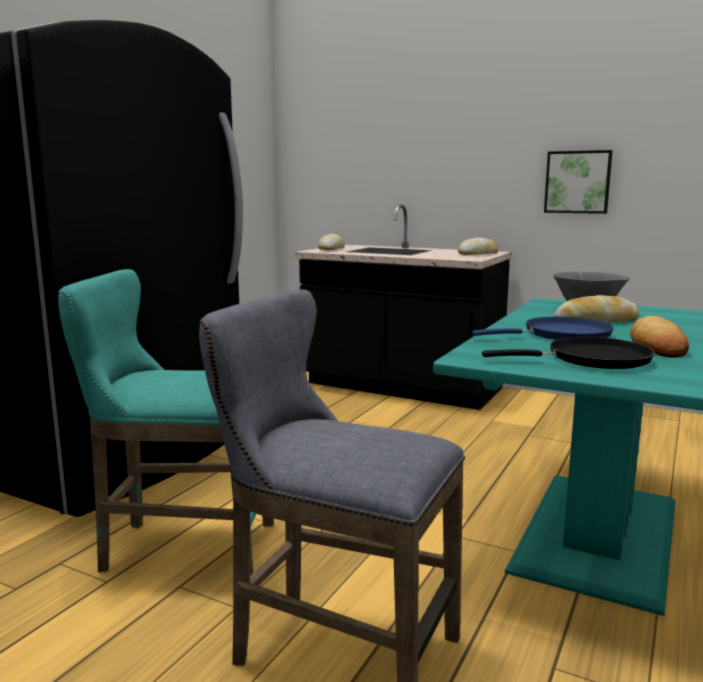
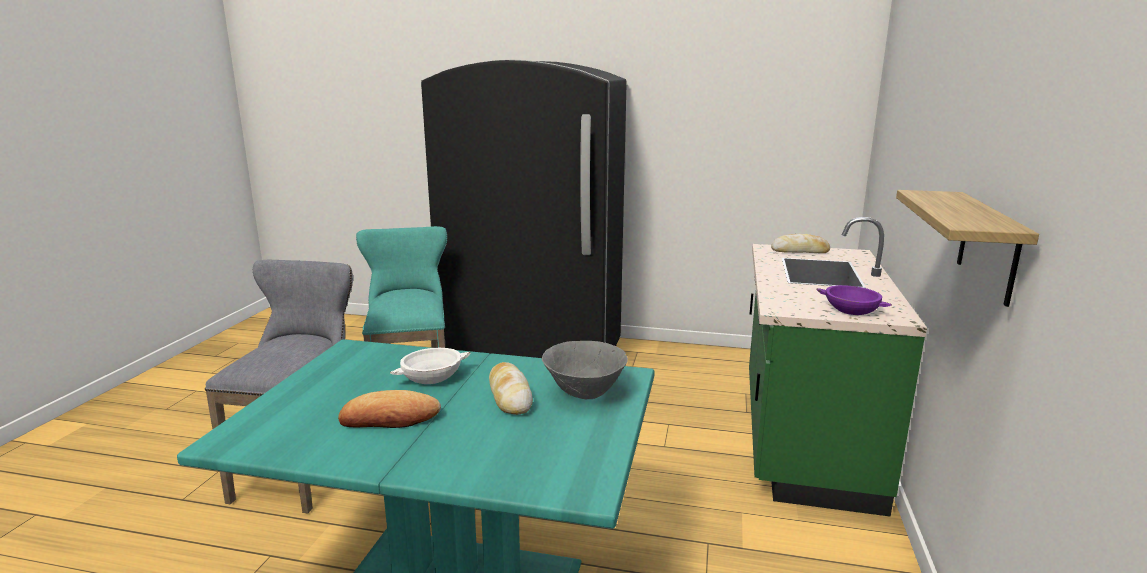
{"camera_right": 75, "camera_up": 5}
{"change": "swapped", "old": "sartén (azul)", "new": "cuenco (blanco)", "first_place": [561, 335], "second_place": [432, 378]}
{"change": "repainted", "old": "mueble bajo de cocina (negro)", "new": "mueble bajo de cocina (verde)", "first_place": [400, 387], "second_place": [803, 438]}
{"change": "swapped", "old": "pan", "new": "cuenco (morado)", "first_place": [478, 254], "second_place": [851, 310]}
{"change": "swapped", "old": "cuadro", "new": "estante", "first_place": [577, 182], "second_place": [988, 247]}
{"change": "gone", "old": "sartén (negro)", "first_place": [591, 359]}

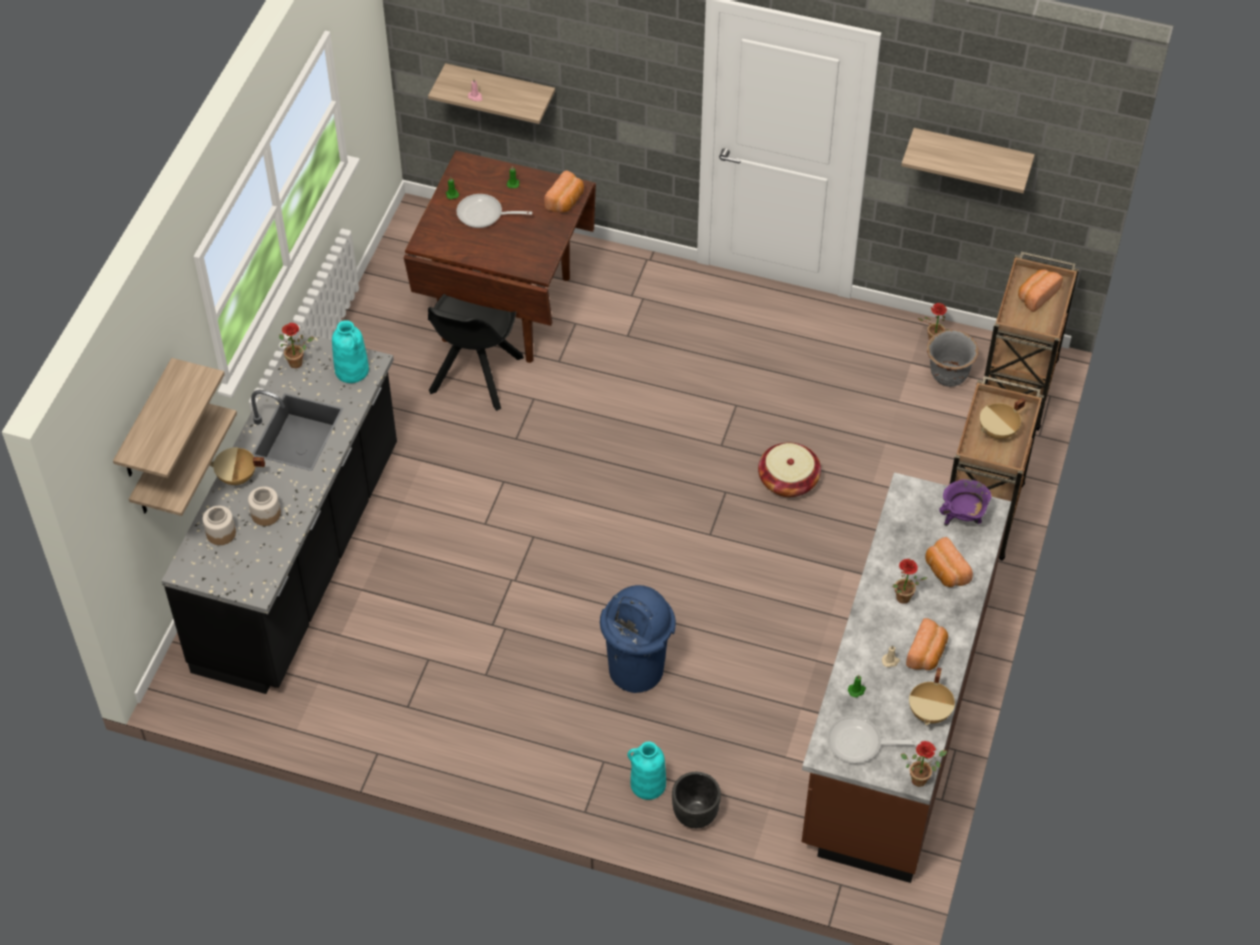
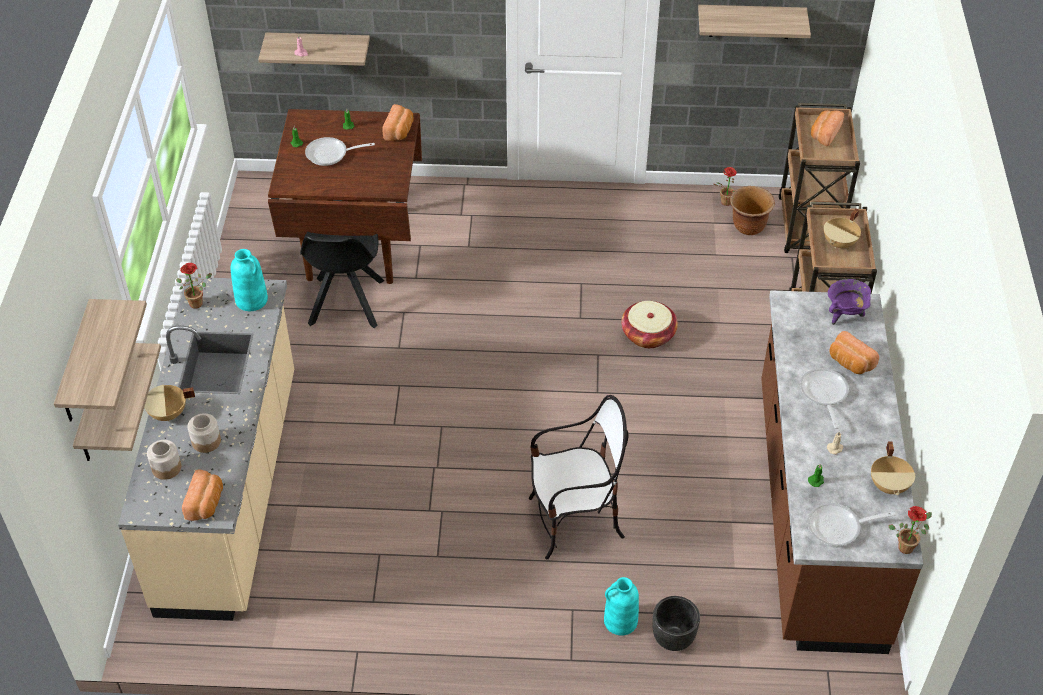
{"camera_right": -15, "camera_up": -5}
{"change": "repainted", "old": "mueble bajo de cocina (negro)", "new": "mueble bajo de cocina (beis)", "first_place": [300, 560], "second_place": [232, 491]}
{"change": "shifted", "old": "pan", "first_place": [927, 653], "second_place": [206, 503]}
{"change": "swapped", "old": "papelera (azul)", "new": "silla", "first_place": [637, 670], "second_place": [574, 521]}
{"change": "repainted", "old": "maceta (gris)", "new": "maceta (marrón)", "first_place": [948, 376], "second_place": [748, 227]}
{"change": "swapped", "old": "planta en maceta", "new": "sartén", "first_place": [903, 600], "second_place": [823, 394]}

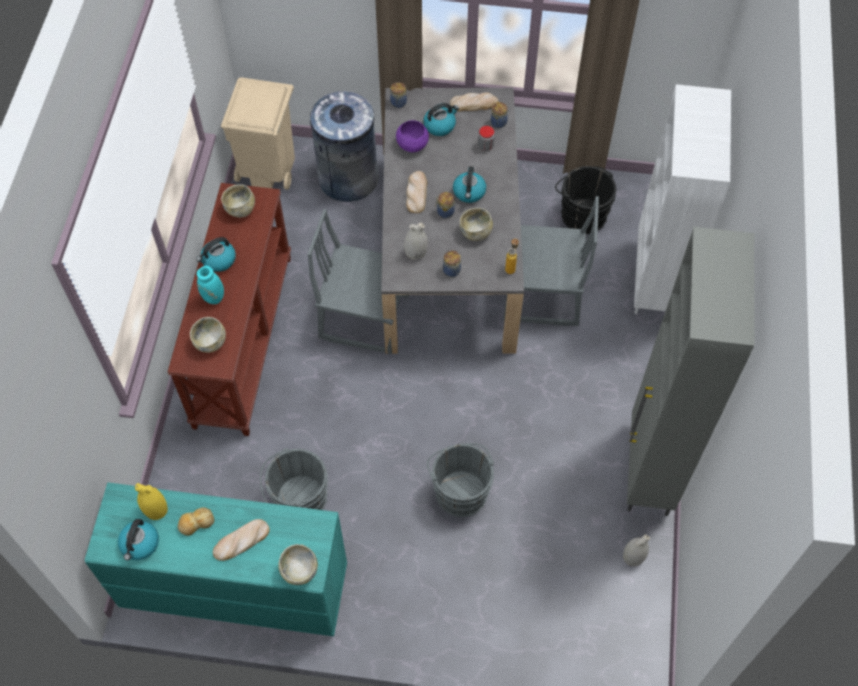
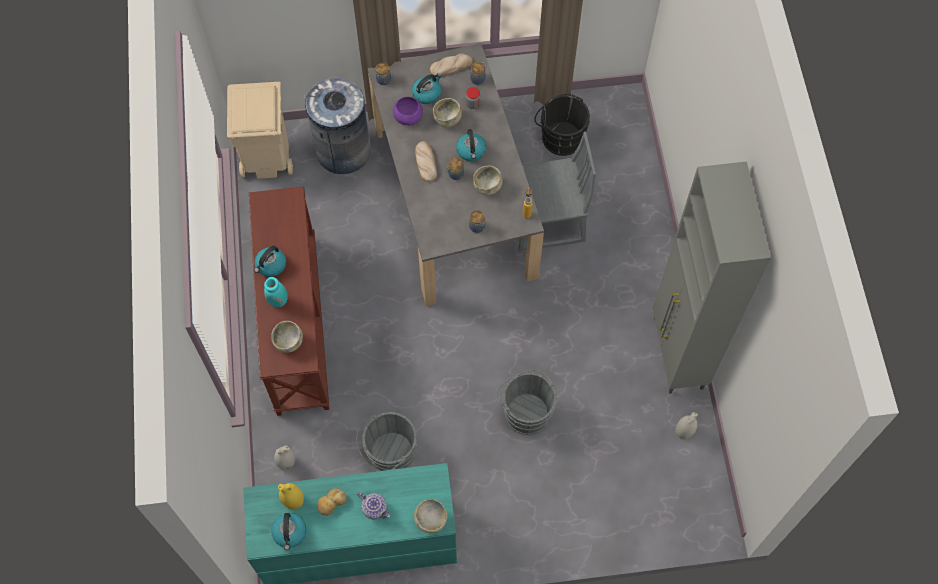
{"camera_right": -15, "camera_up": 5}
{"change": "shifted", "old": "florero (blanco)", "first_place": [416, 253], "second_place": [286, 462]}
{"change": "swapped", "old": "pan", "new": "tetera", "first_place": [241, 541], "second_place": [374, 508]}
{"change": "shifted", "old": "cuenco (beis)", "first_place": [240, 209], "second_place": [447, 119]}
{"change": "gone", "old": "silla (gris)", "first_place": [364, 316]}
{"change": "gone", "old": "estantería (blanco)", "first_place": [657, 282]}

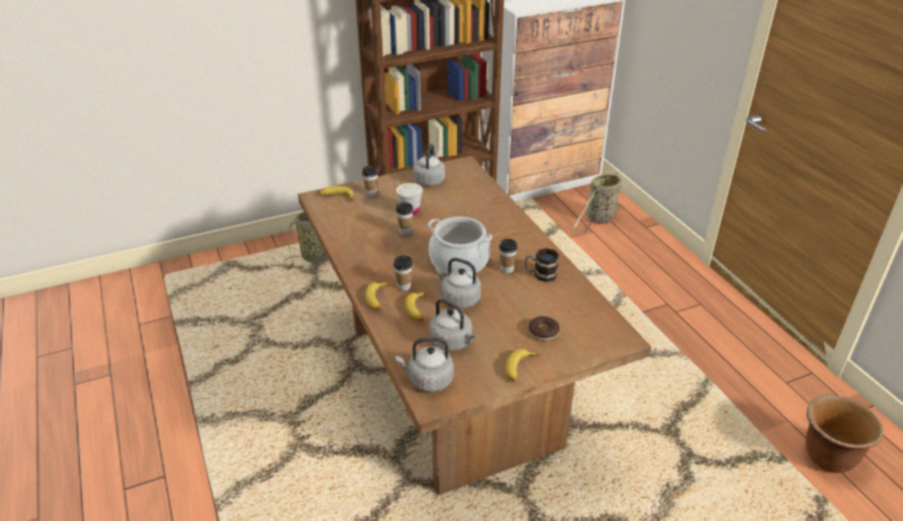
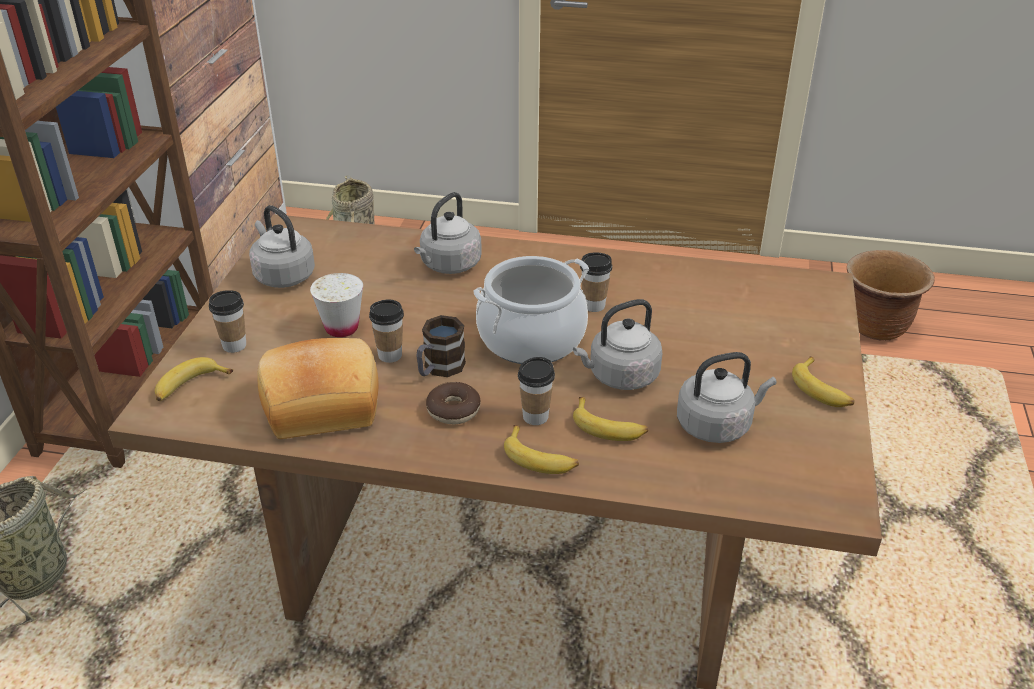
{"camera_right": -55, "camera_up": 0}
{"change": "new", "new": "pan", "second_place": [322, 404]}
{"change": "shifted", "old": "hervidor (gris)", "first_place": [428, 380], "second_place": [449, 265]}
{"change": "shifted", "old": "taza grande", "first_place": [540, 275], "second_place": [439, 369]}
{"change": "shifted", "old": "rosquilla", "first_place": [543, 332], "second_place": [453, 410]}

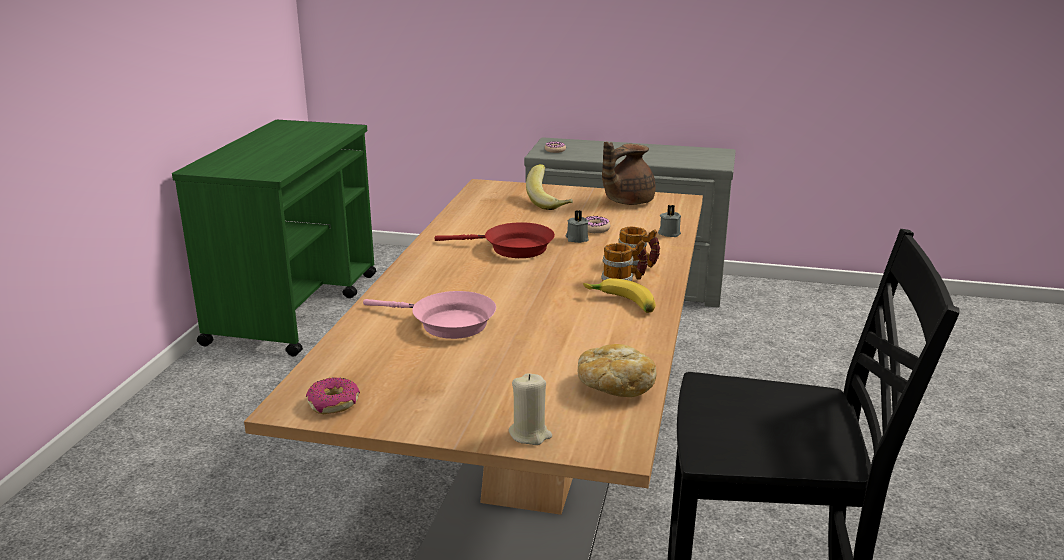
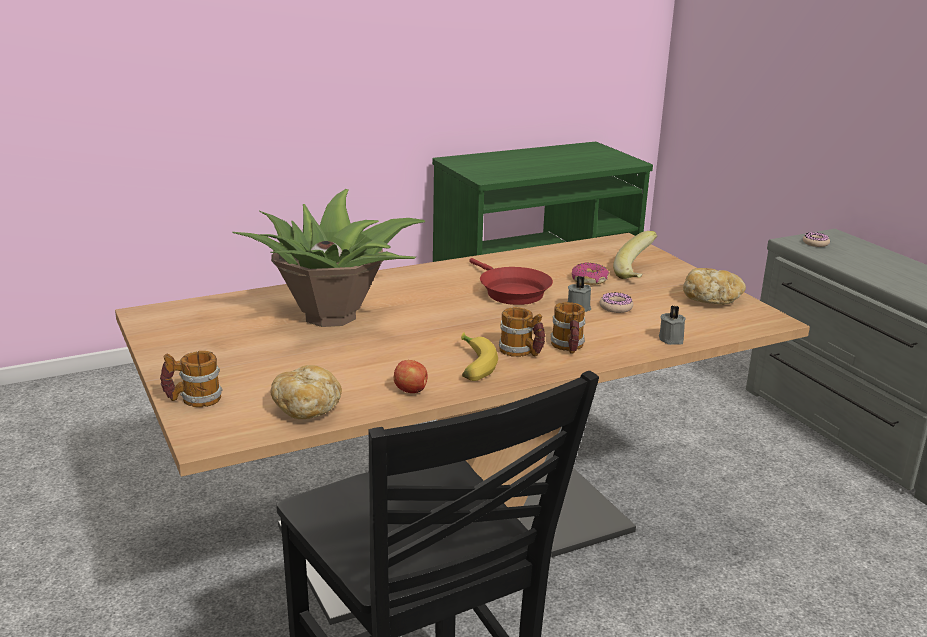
{"camera_right": 50, "camera_up": 0}
{"change": "swapped", "old": "vela (beis)", "new": "taza grande", "first_place": [530, 434], "second_place": [193, 399]}
{"change": "swapped", "old": "sartén (rosa)", "new": "planta en maceta", "first_place": [447, 323], "second_place": [333, 315]}
{"change": "new", "new": "manzana", "second_place": [411, 391]}
{"change": "shifted", "old": "rosquilla", "first_place": [334, 403], "second_place": [589, 280]}
{"change": "swapped", "old": "tetera (marrón)", "new": "pan", "first_place": [626, 201], "second_place": [711, 300]}

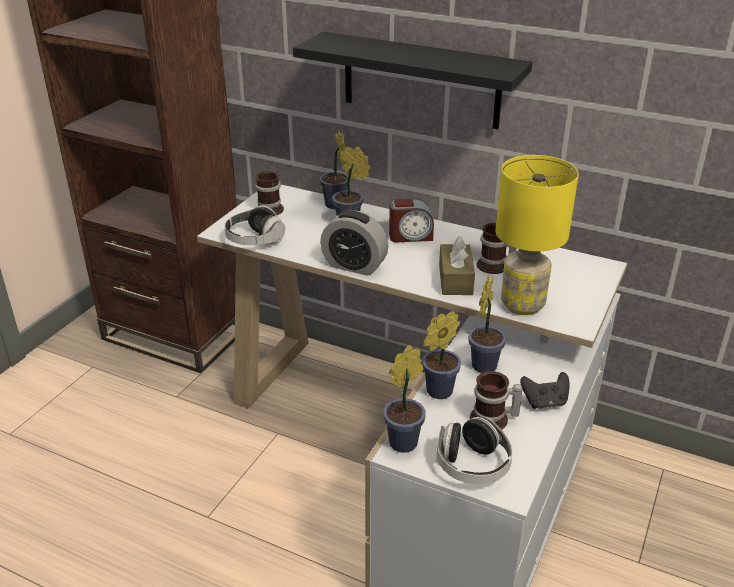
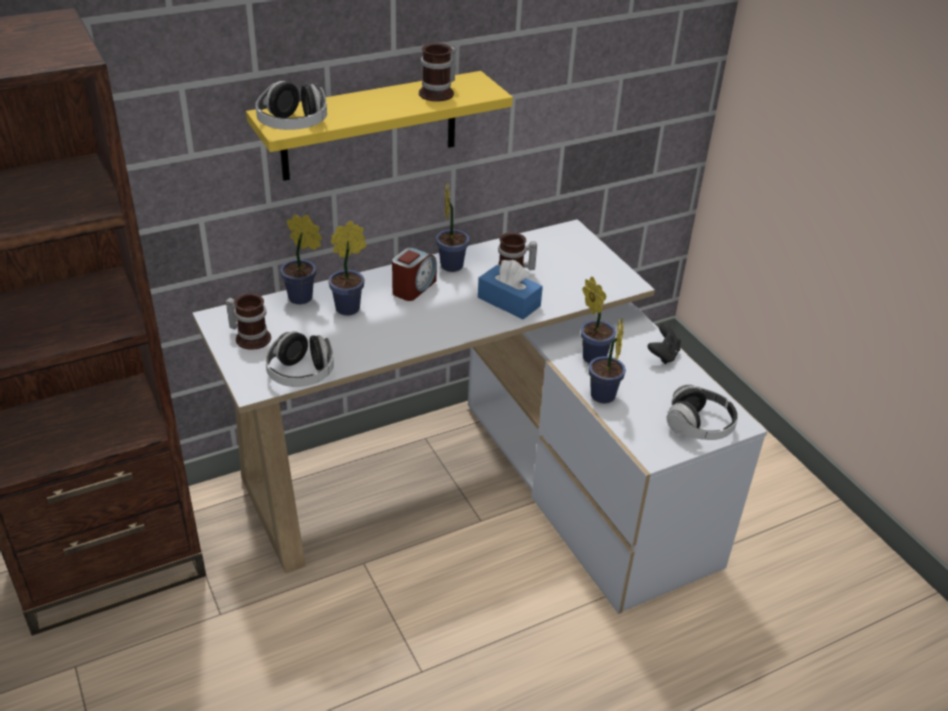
{"camera_right": -55, "camera_up": 5}
{"change": "repainted", "old": "estante (negro)", "new": "estante (amarillo)", "first_place": [421, 80], "second_place": [369, 126]}
{"change": "new", "new": "auriculares", "second_place": [293, 125]}
{"change": "shifted", "old": "taza grande", "first_place": [493, 420], "second_place": [440, 93]}
{"change": "shifted", "old": "planta en maceta", "first_place": [406, 441], "second_place": [451, 264]}
{"change": "repainted", "old": "caja de pañuelos (marrón)", "new": "caja de pañuelos (azul)", "first_place": [455, 279], "second_place": [509, 302]}
{"change": "gone", "old": "despertador", "first_place": [354, 266]}
{"change": "gone", "old": "lámpara de mesa (amarillo)", "first_place": [521, 304]}

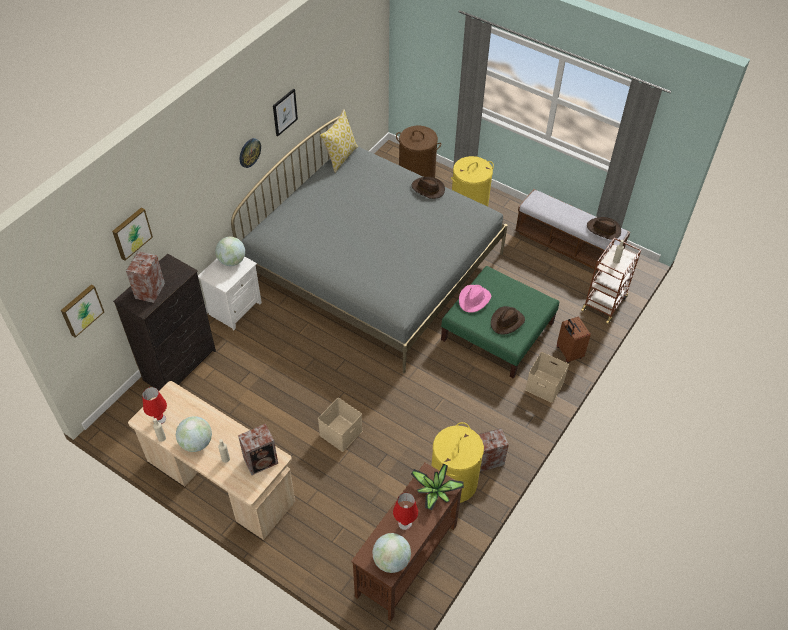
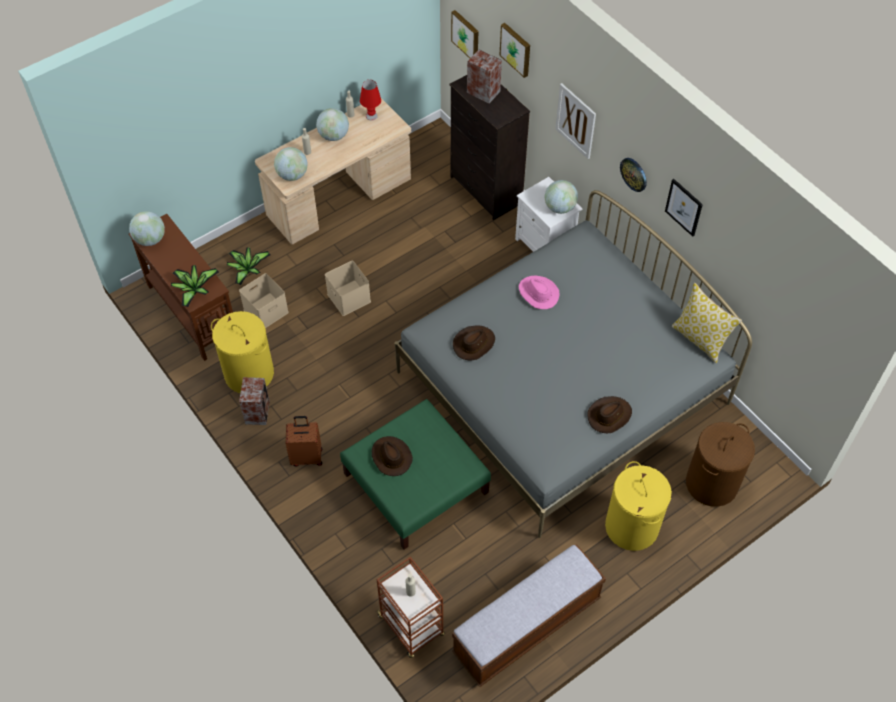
{"camera_right": 110, "camera_up": 5}
{"change": "new", "new": "planta en maceta", "second_place": [247, 269]}
{"change": "shifted", "old": "caja de almacenaje (beis)", "first_place": [543, 386], "second_place": [266, 310]}
{"change": "swapped", "old": "altavoz", "new": "globo terráqueo", "first_place": [262, 461], "second_place": [292, 175]}
{"change": "shifted", "old": "maleta (marrón)", "first_place": [568, 353], "second_place": [307, 456]}
{"change": "shifted", "old": "sombrero (marrón)", "first_place": [603, 230], "second_place": [474, 344]}
{"change": "shifted", "old": "sombrero (rosa)", "first_place": [474, 299], "second_place": [538, 293]}
{"change": "new", "new": "cuadro", "second_place": [575, 121]}
{"change": "gone", "old": "lámpara de mesa (rojo)", "first_place": [404, 523]}

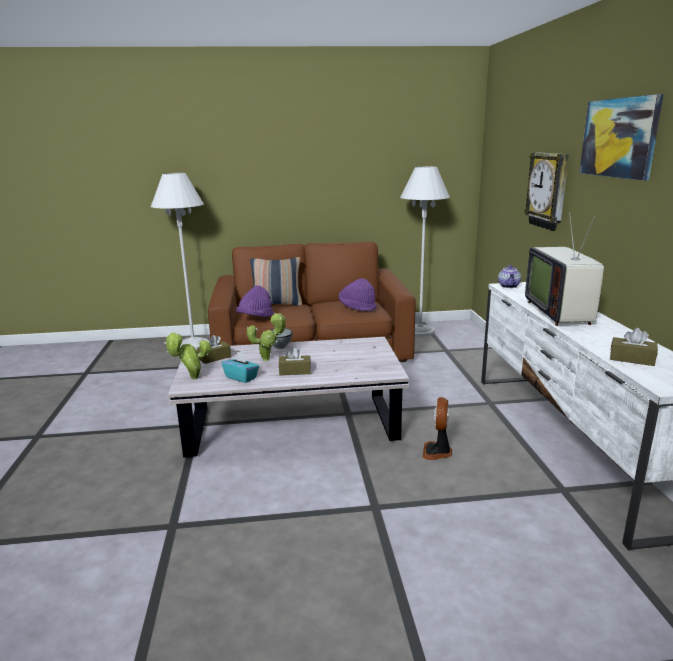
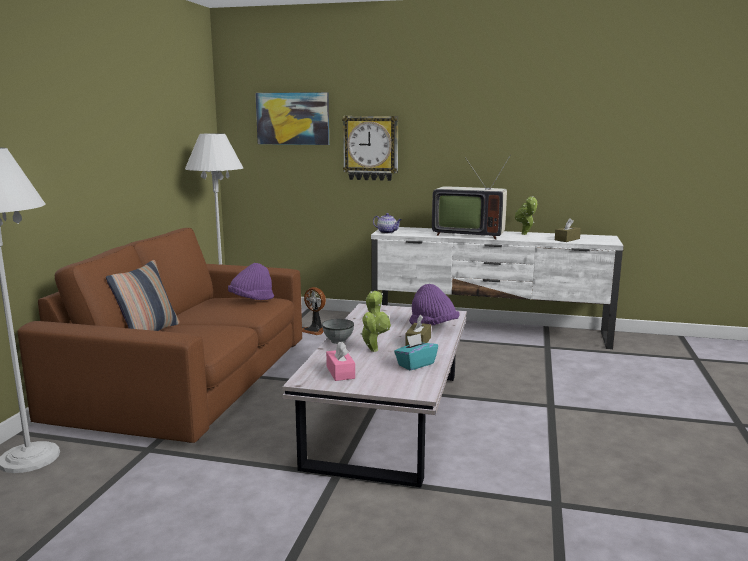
{"camera_right": -70, "camera_up": -5}
{"change": "shifted", "old": "cuadro", "first_place": [619, 138], "second_place": [293, 118]}
{"change": "shifted", "old": "ventilador", "first_place": [437, 452], "second_place": [314, 330]}
{"change": "repainted", "old": "caja de pañuelos (marrón)", "new": "caja de pañuelos (rosa)", "first_place": [214, 358], "second_place": [340, 372]}
{"change": "shifted", "old": "sombrero (morado)", "first_place": [255, 318], "second_place": [433, 327]}
{"change": "shifted", "old": "planta en maceta", "first_place": [192, 378], "second_place": [525, 234]}

